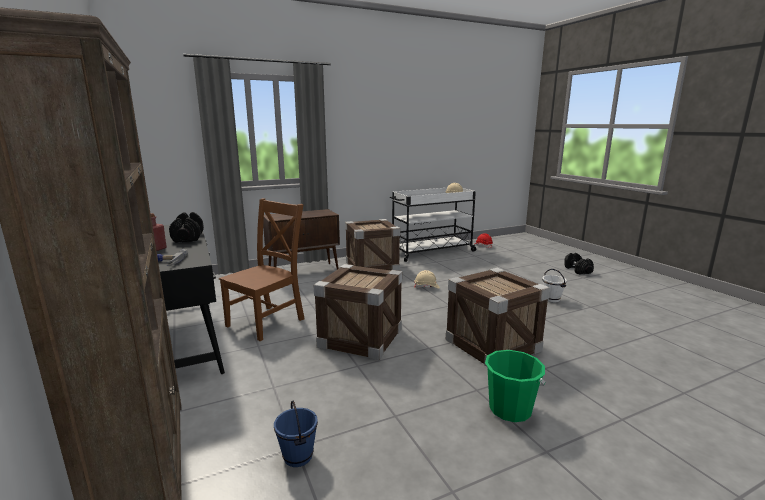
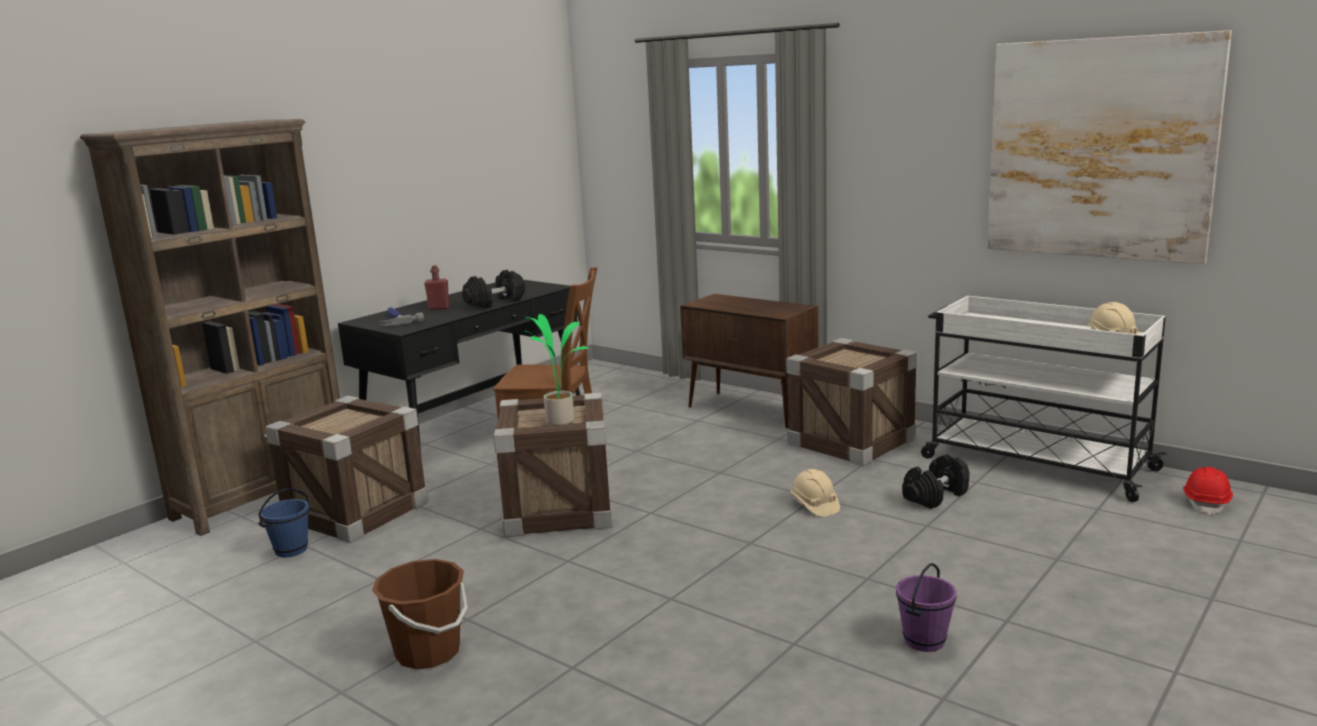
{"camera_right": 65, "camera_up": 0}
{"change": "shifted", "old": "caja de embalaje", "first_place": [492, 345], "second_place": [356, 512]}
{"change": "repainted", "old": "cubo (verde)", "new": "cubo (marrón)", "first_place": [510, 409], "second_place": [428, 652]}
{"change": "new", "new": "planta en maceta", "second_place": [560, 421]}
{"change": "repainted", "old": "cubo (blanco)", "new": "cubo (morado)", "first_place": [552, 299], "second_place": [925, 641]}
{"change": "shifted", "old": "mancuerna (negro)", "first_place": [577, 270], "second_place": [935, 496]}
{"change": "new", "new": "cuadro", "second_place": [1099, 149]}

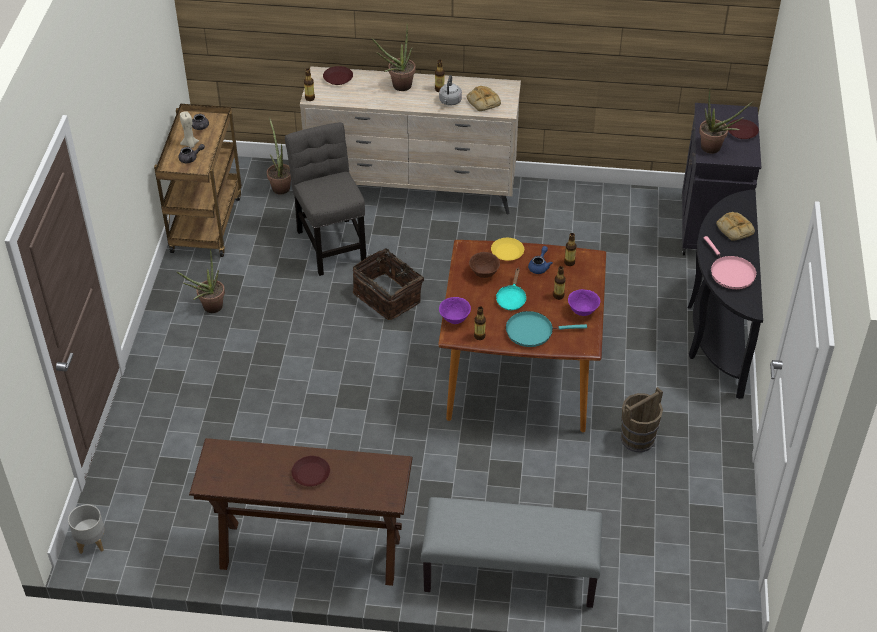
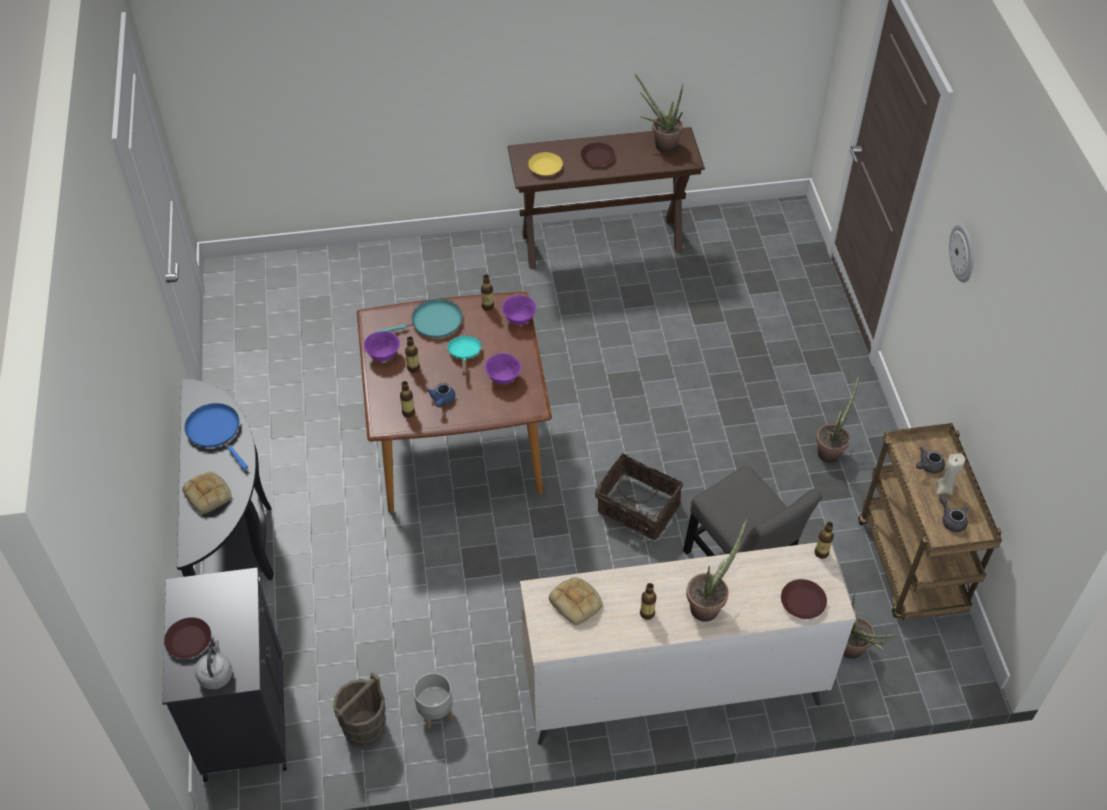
{"camera_right": 165, "camera_up": 5}
{"change": "repainted", "old": "sartén (rosa)", "new": "sartén (azul)", "first_place": [730, 273], "second_place": [215, 431]}
{"change": "shifted", "old": "hervidor (gris)", "first_place": [450, 102], "second_place": [216, 674]}
{"change": "shifted", "old": "cubo (marrón)", "first_place": [638, 439], "second_place": [364, 729]}
{"change": "shifted", "old": "maceta (gris)", "first_place": [92, 542], "second_place": [435, 713]}
{"change": "repainted", "old": "cuenco (marrón)", "new": "cuenco (morado)", "first_place": [484, 274], "second_place": [503, 378]}
{"change": "shifted", "old": "plato (amarillo)", "first_place": [507, 252], "second_place": [545, 167]}
{"change": "shifted", "old": "planta en maceta", "first_place": [714, 149], "second_place": [661, 144]}
{"change": "new", "new": "reloj de pared", "second_place": [963, 253]}
{"change": "gone", "old": "banco (gris)", "first_place": [509, 574]}

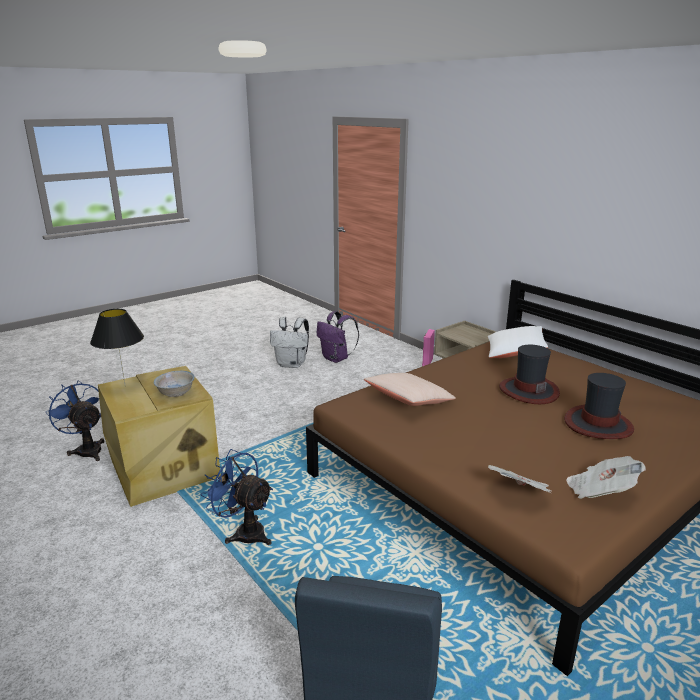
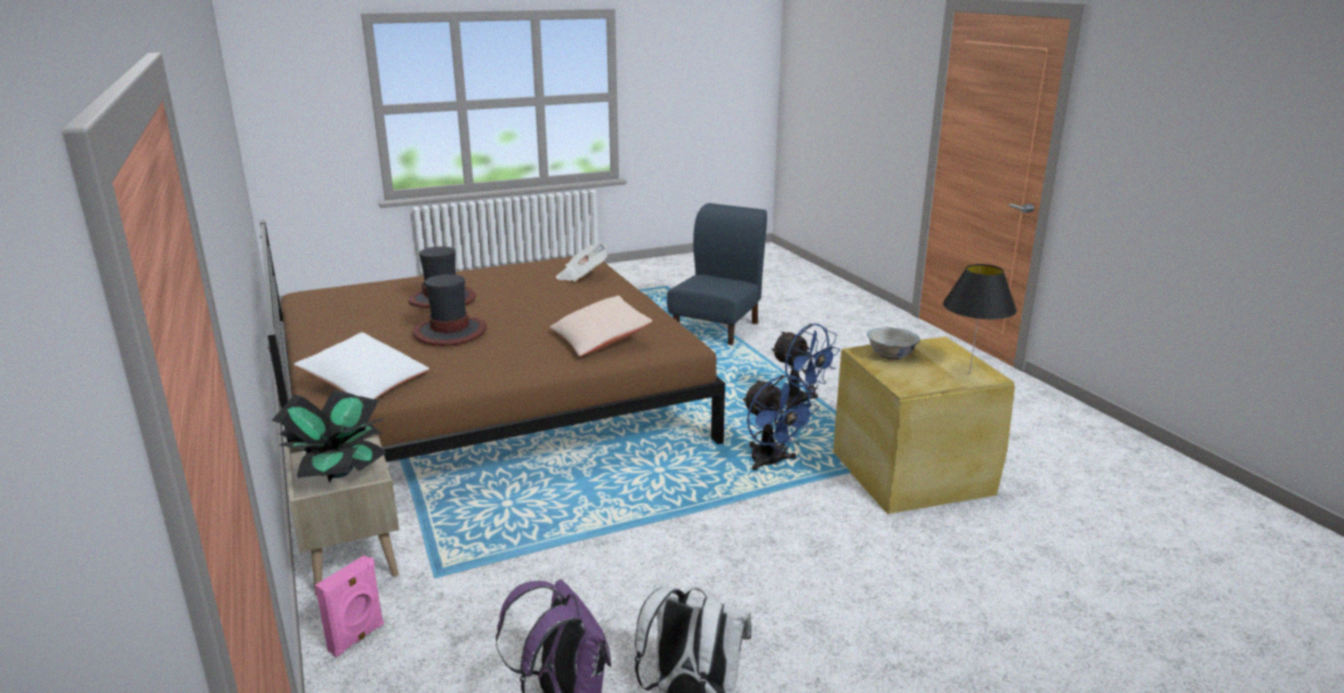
{"camera_right": -165, "camera_up": 0}
{"change": "new", "new": "planta en maceta", "second_place": [339, 471]}
{"change": "shifted", "old": "ventilador (azul)", "first_place": [87, 449], "second_place": [772, 463]}
{"change": "gone", "old": "periódico", "first_place": [600, 491]}

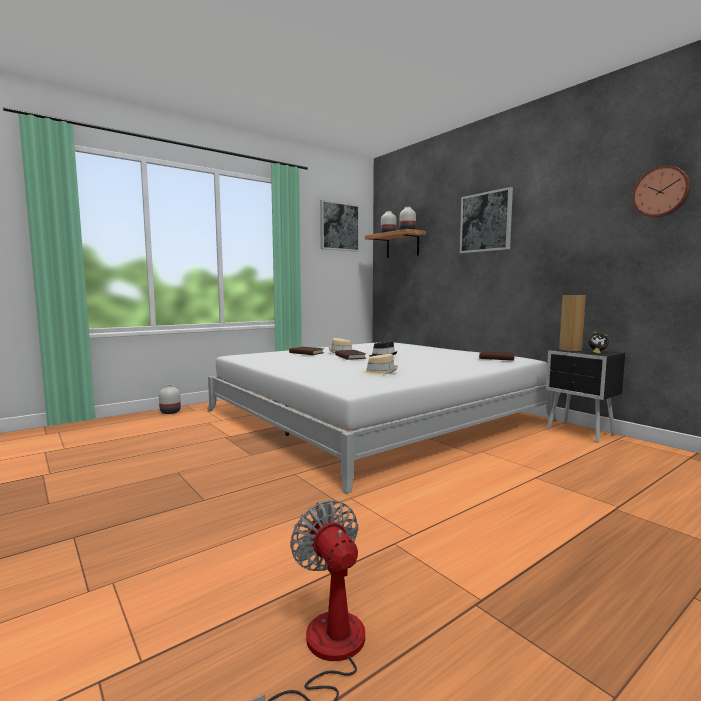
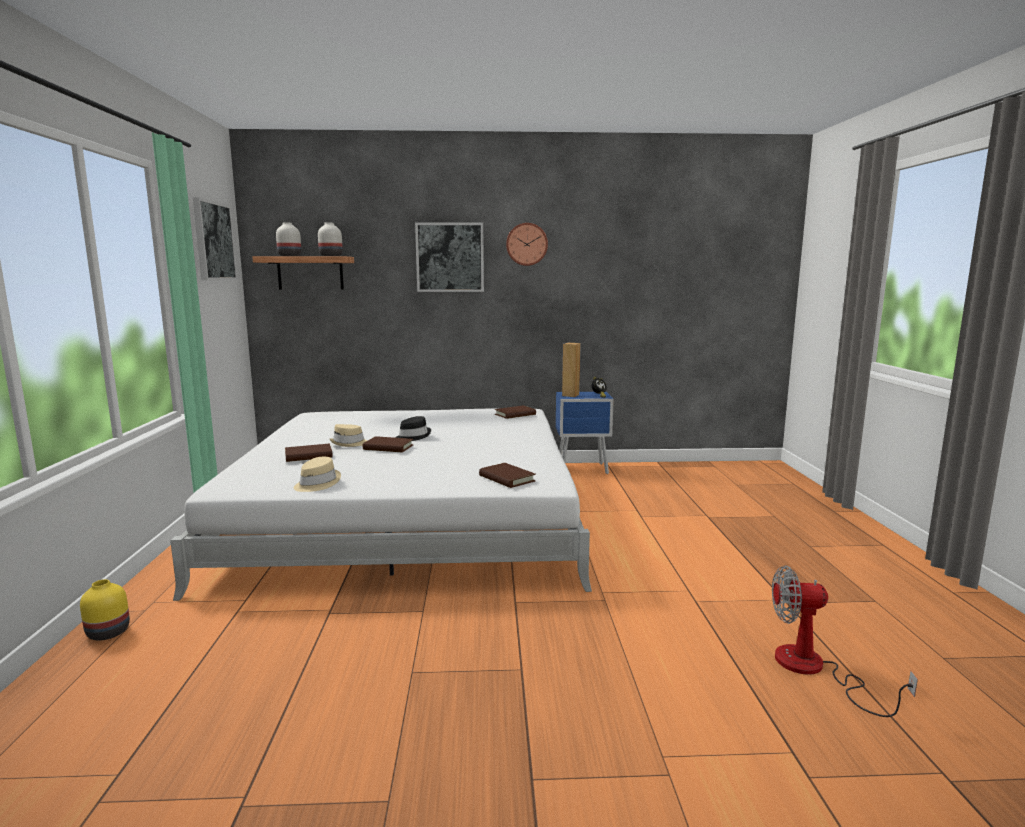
{"camera_right": -55, "camera_up": 5}
{"change": "repainted", "old": "florero (blanco)", "new": "florero (amarillo)", "first_place": [170, 412], "second_place": [109, 632]}
{"change": "shifted", "old": "sombrero (beis)", "first_place": [380, 372], "second_place": [317, 484]}
{"change": "new", "new": "libro (marrón)", "second_place": [506, 478]}
{"change": "shifted", "old": "reloj de pared", "first_place": [661, 192], "second_place": [526, 244]}
{"change": "repainted", "old": "mesita de noche (negro)", "new": "mesita de noche (azul)", "first_place": [581, 433], "second_place": [583, 469]}

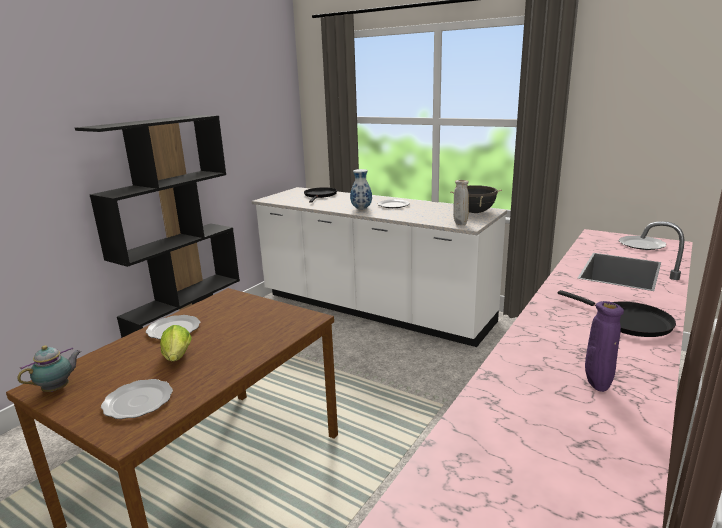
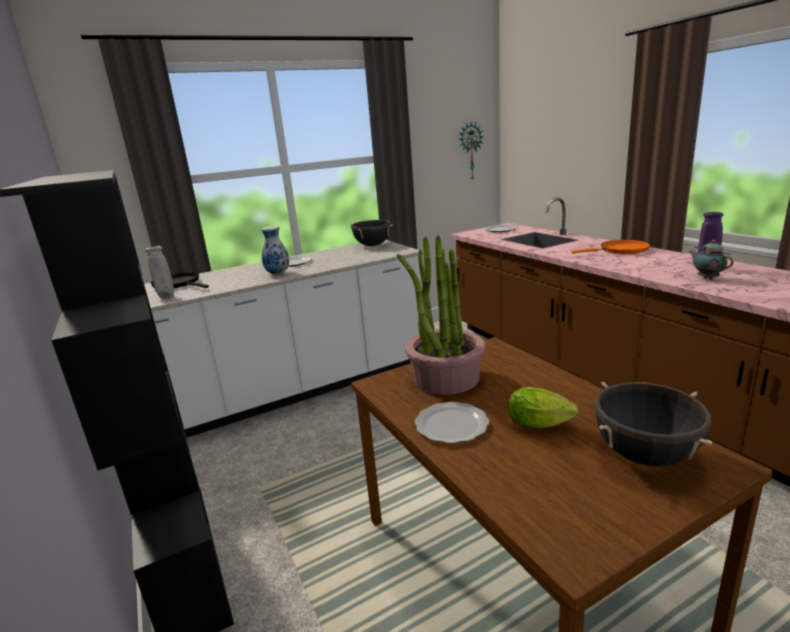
{"camera_right": -60, "camera_up": 0}
{"change": "shifted", "old": "florero (beis)", "first_place": [460, 224], "second_place": [166, 297]}
{"change": "new", "new": "planta en maceta", "second_place": [445, 378]}
{"change": "new", "new": "reloj de pared", "second_place": [470, 151]}
{"change": "repainted", "old": "sartén (negro)", "new": "sartén (naranja)", "first_place": [628, 321], "second_place": [621, 250]}
{"change": "swapped", "old": "plato", "new": "olla (negro)", "first_place": [137, 402], "second_place": [645, 456]}
{"change": "shifted", "old": "tetera", "first_place": [58, 389], "second_place": [706, 278]}

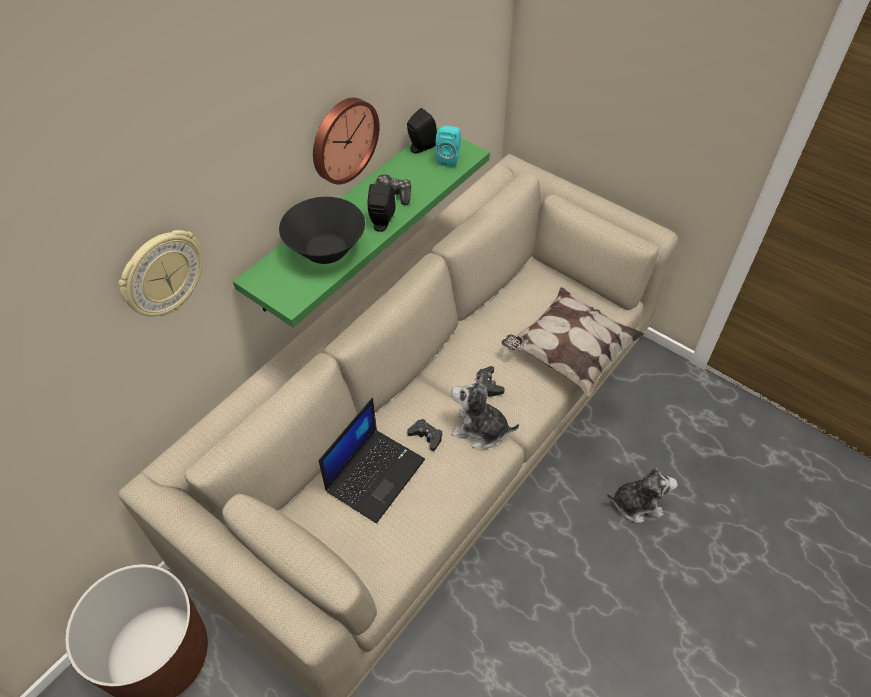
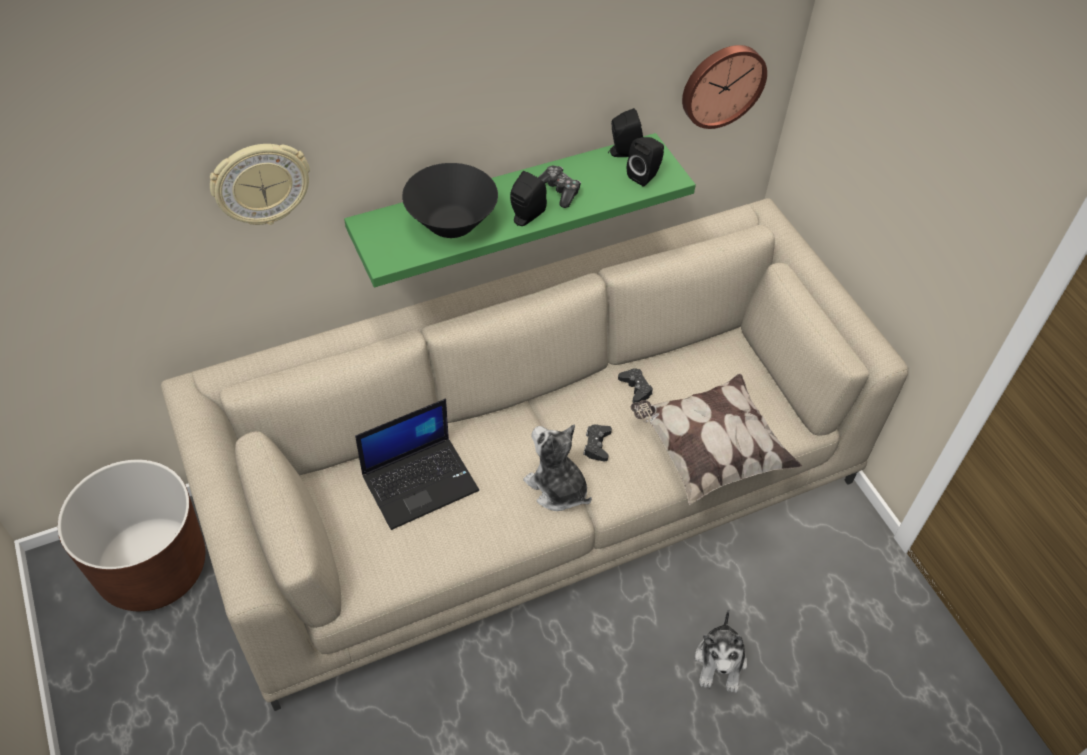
{"camera_right": 25, "camera_up": 0}
{"change": "shifted", "old": "mando de consola (negro)", "first_place": [426, 436], "second_place": [635, 388]}
{"change": "repainted", "old": "altavoz (turquesa)", "new": "altavoz (negro)", "first_place": [449, 158], "second_place": [645, 175]}
{"change": "shifted", "old": "reloj de pared", "first_place": [343, 139], "second_place": [721, 84]}
{"change": "rotated", "old": "peluche", "first_place": [636, 504], "second_place": [720, 662], "degrees": 75}

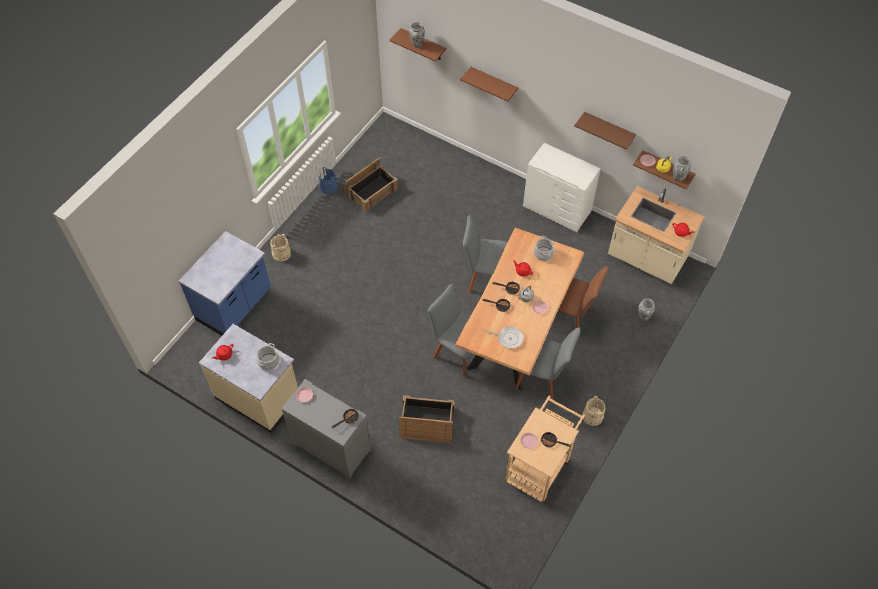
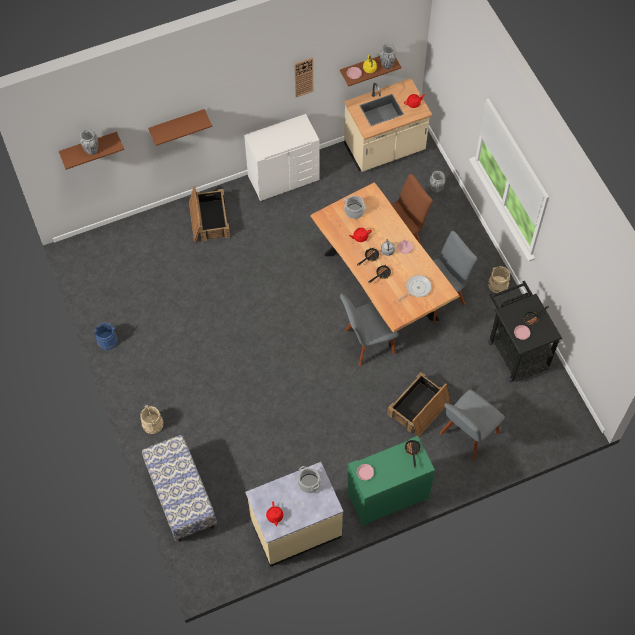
{"camera_right": -55, "camera_up": 5}
{"change": "swapped", "old": "mueble bajo de cocina (azul)", "new": "banco", "first_place": [235, 306], "second_place": [181, 496]}
{"change": "shifted", "old": "caja de embalaje", "first_place": [370, 190], "second_place": [208, 219]}
{"change": "swapped", "old": "estante (marrón)", "new": "reloj de pared", "first_place": [608, 129], "second_place": [303, 77]}
{"change": "repainted", "old": "cómoda (gris)", "new": "cómoda (verde)", "first_place": [330, 446], "second_place": [388, 496]}
{"change": "shifted", "old": "silla (gris)", "first_place": [485, 277], "second_place": [467, 435]}
{"change": "repainted", "old": "carrito (beis)", "new": "carrito (negro)", "first_place": [540, 466], "second_place": [515, 350]}

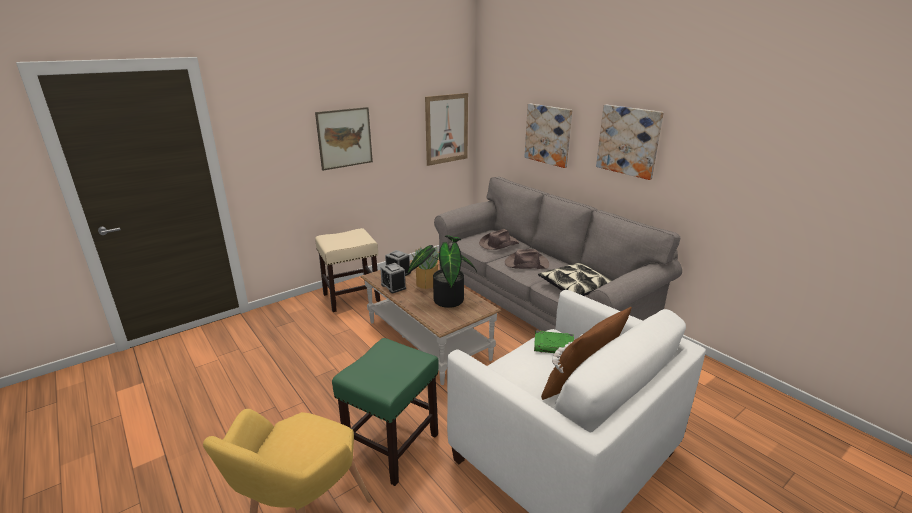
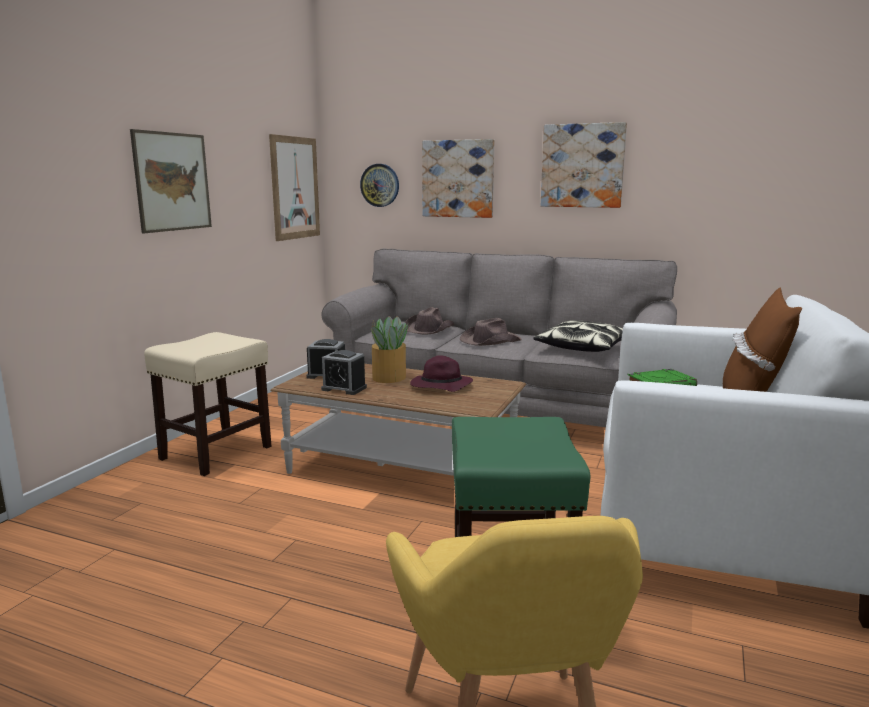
{"camera_right": -30, "camera_up": -10}
{"change": "new", "new": "reloj de pared", "second_place": [380, 185]}
{"change": "swapped", "old": "planta en maceta", "new": "sombrero (morado)", "first_place": [445, 299], "second_place": [440, 386]}

